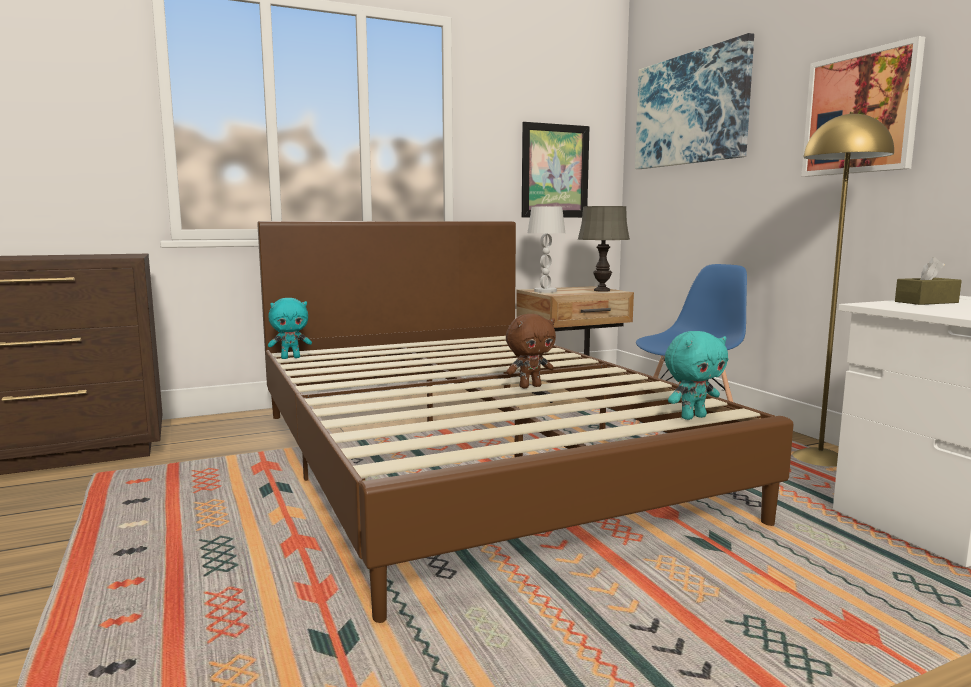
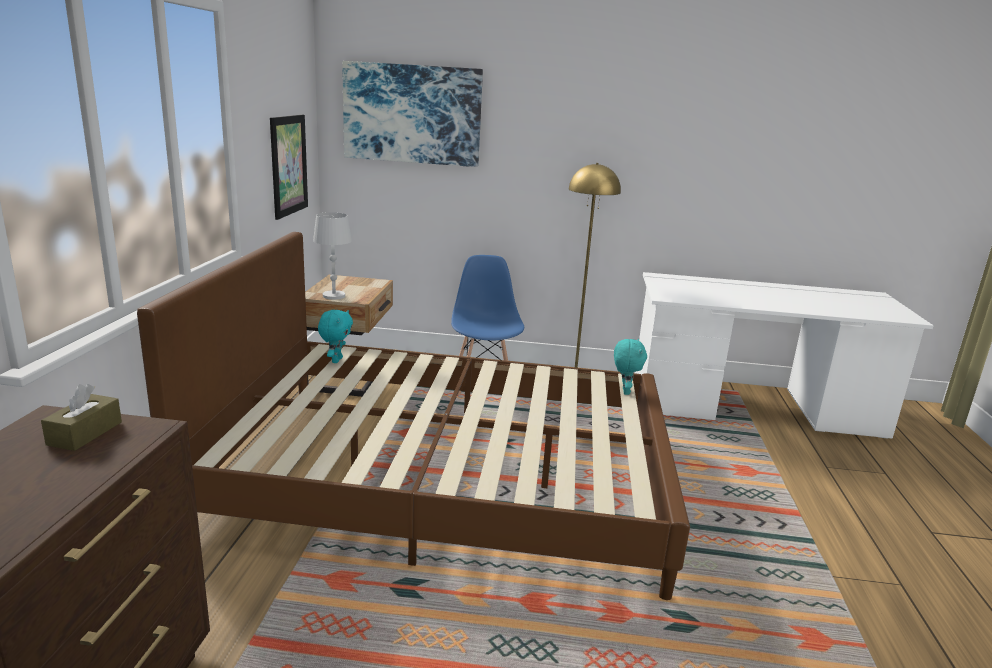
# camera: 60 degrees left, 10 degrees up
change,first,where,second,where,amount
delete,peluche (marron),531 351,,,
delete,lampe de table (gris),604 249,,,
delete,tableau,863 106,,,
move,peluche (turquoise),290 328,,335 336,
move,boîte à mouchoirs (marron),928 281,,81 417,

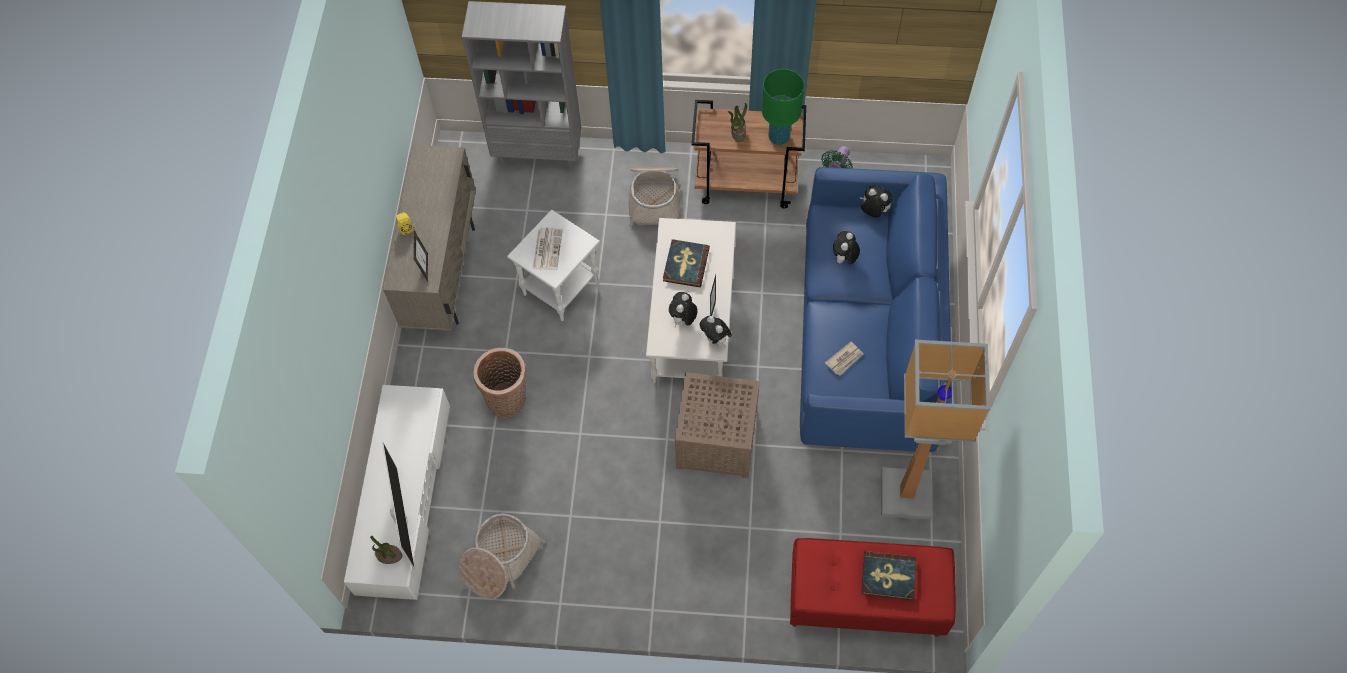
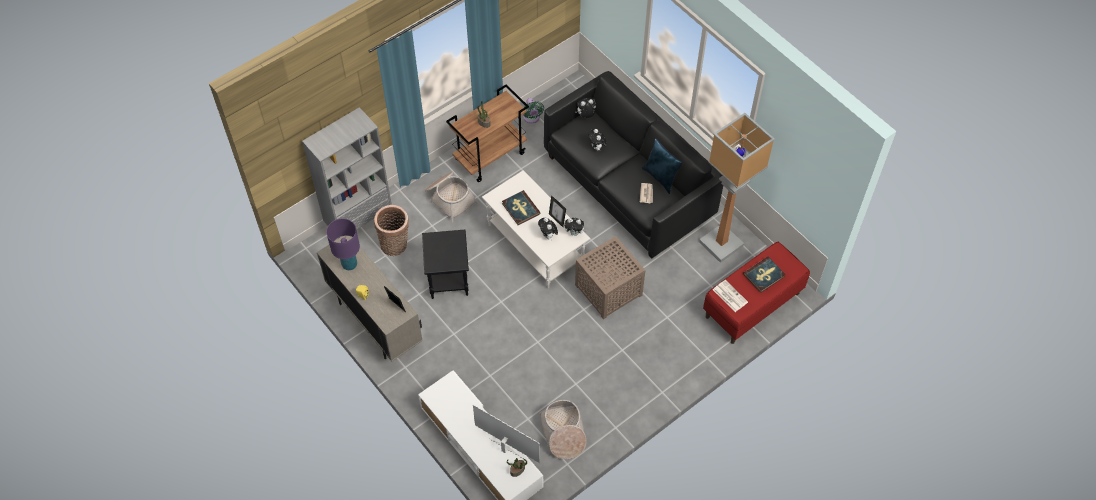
# camera: 45 degrees left, 5 degrees down
change,first,where,second,where,amount
delete,lampe de table (vert),783 107,,,
insert,,,lampe de table (violet),343 244,
insert,,,coussin (bleu),662 166,
move,panier,499 383,,391 230,
move,journal,548 249,,730 296,
recolor,table d'appoint (blanc),553 265,table d'appoint (noir),445 264,
recolor,canapé (bleu),876 309,canapé (noir),633 165,

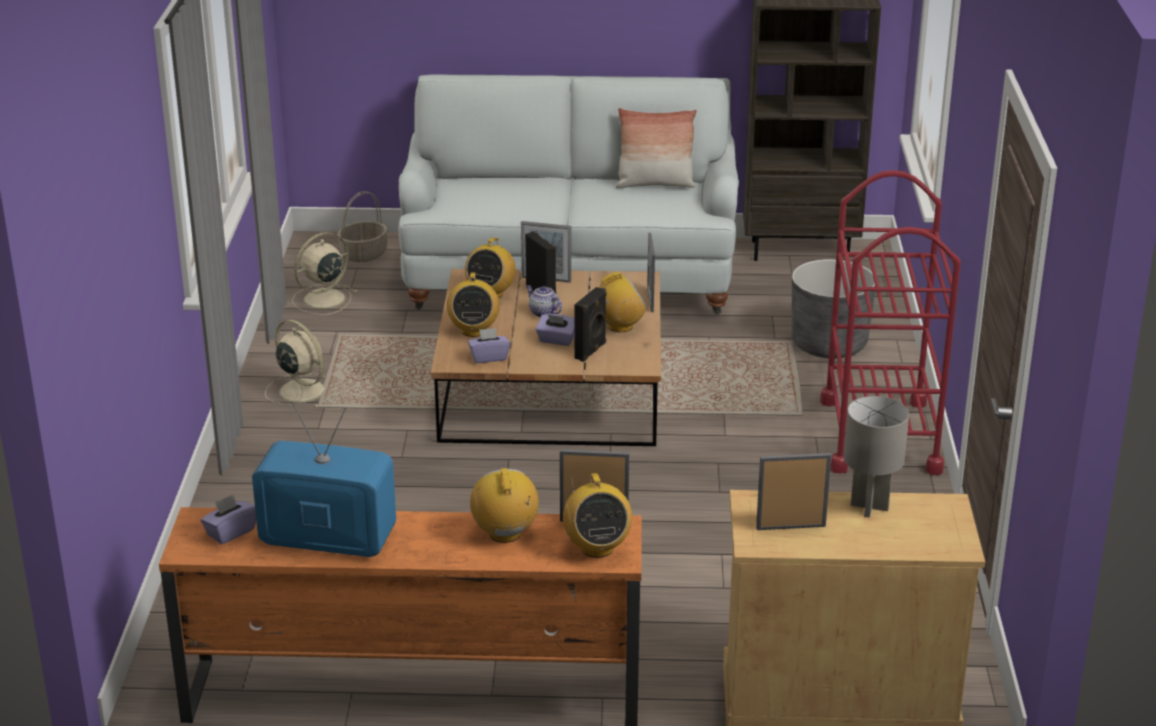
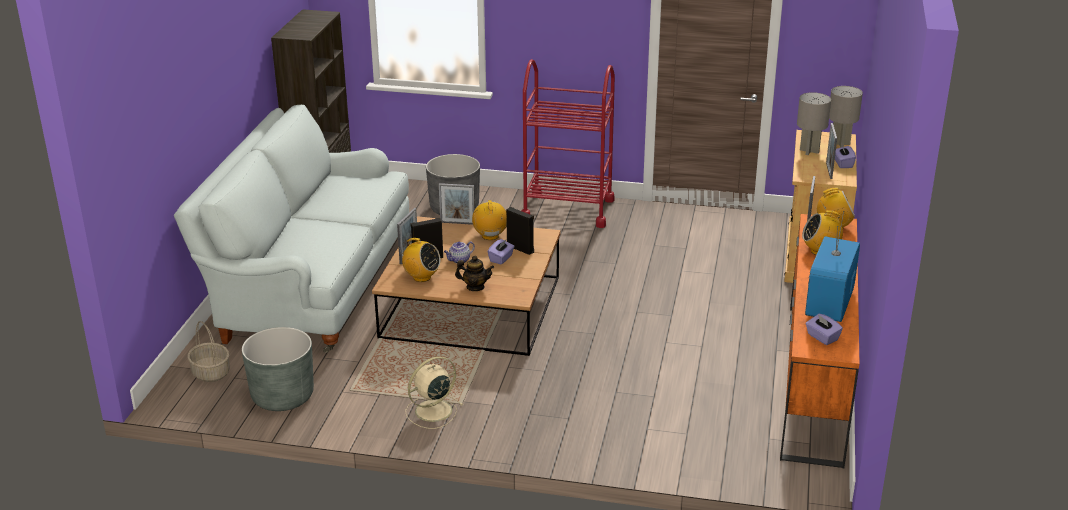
# camera: 80 degrees left, 0 degrees up
change,first,where,second,where,amount
delete,coussin,656 148,,,
insert,,,lampe de table (gris),846 117,
move,boîte à mouchoirs (violet),489 345,,845 156,
replace,ventilateur (beige),325 273,cache-pot (gris),278 369,
replace,radio,473 305,théière,474 273,

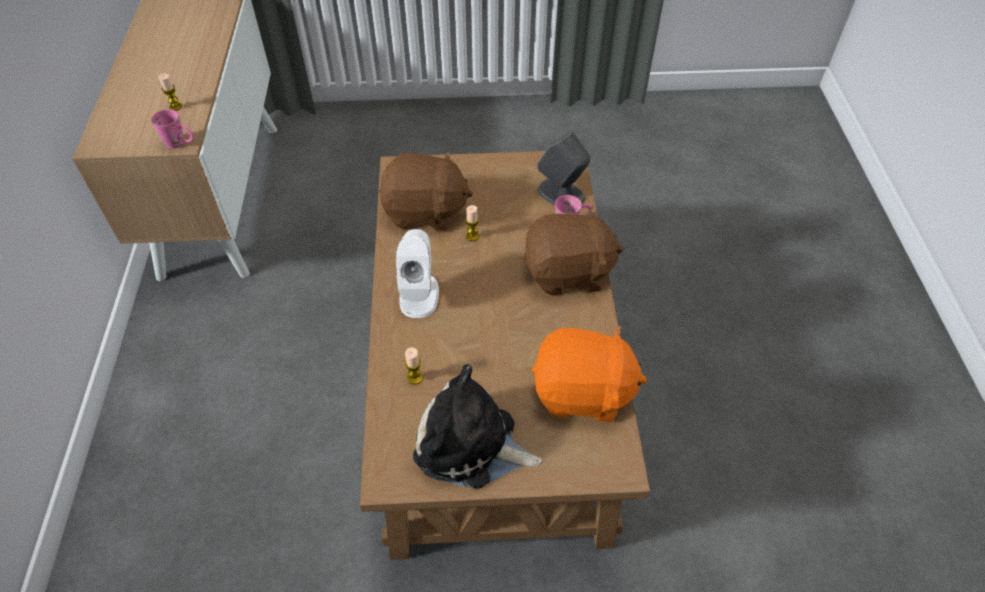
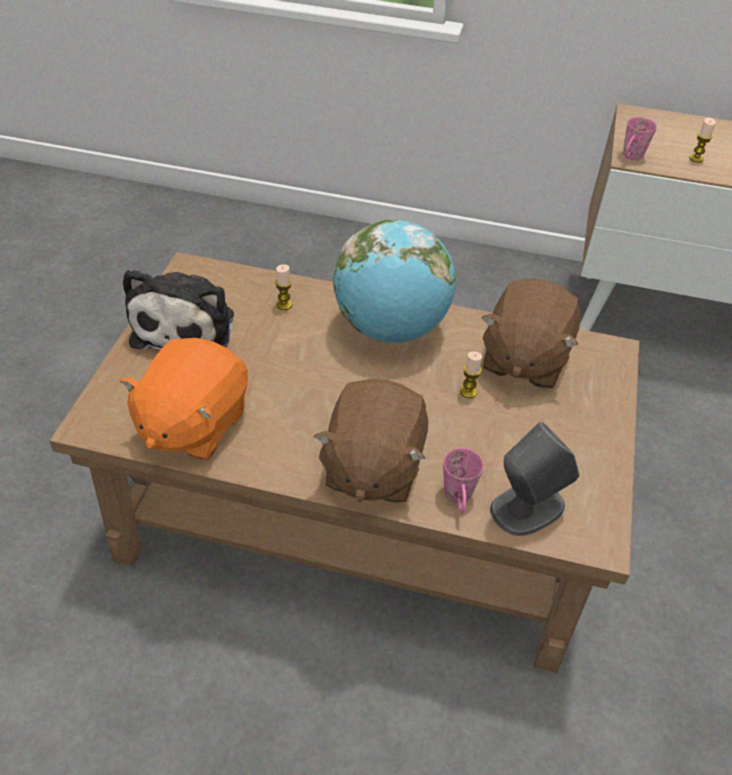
# camera: 105 degrees right, 5 degrees down
change,first,where,second,where,amount
replace,enceinte (blanc),417 273,globe,394 281,
rotate,peluche,477 426,,178 309,150 degrees clockwise

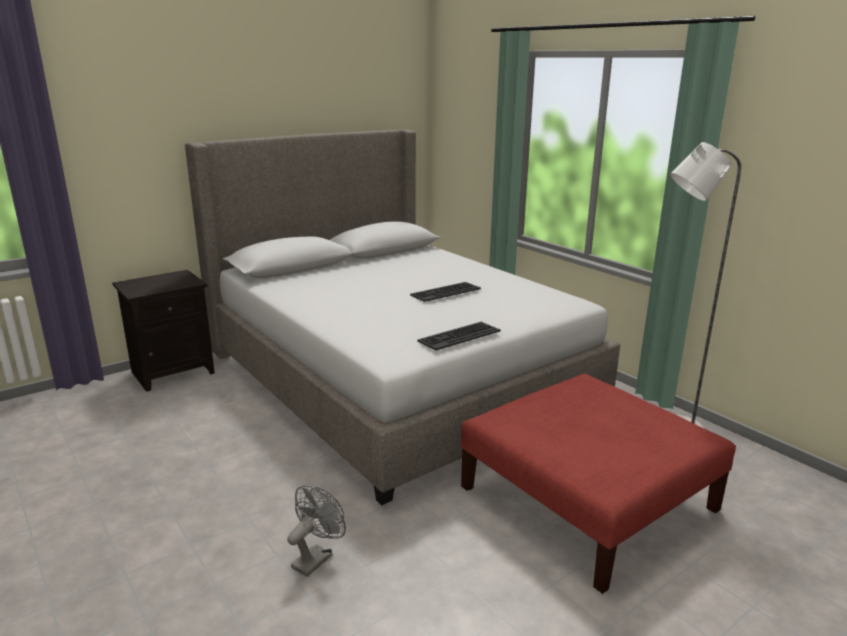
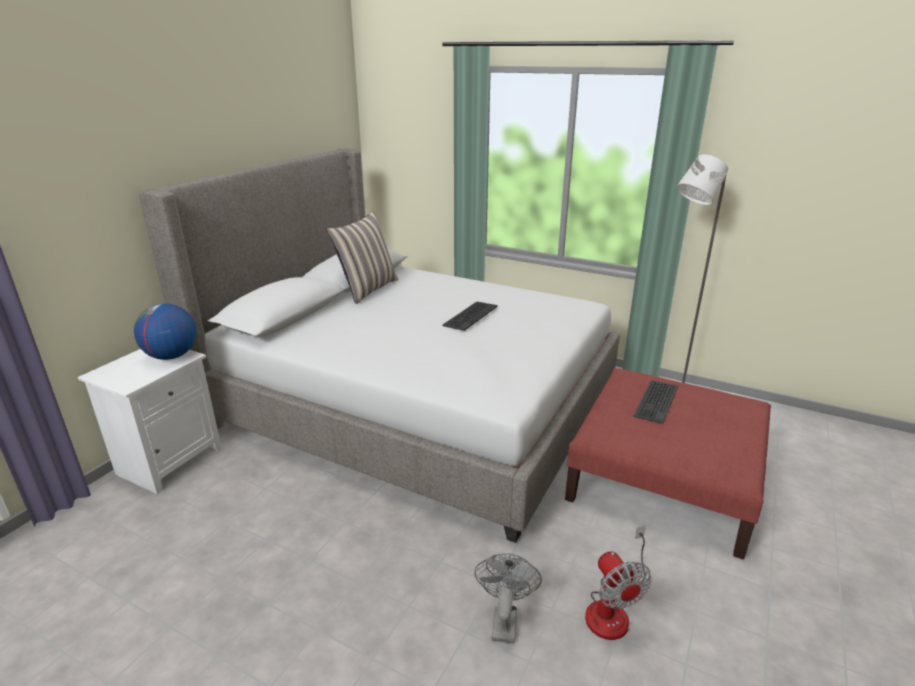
# camera: 25 degrees left, 5 degrees up
change,first,where,second,where,amount
insert,,,globe,165 331,
insert,,,coussin,362 257,
insert,,,ventilateur,618 582,
move,clavier,459 336,,655 402,
recolor,table de chevet (noir),163 331,table de chevet (blanc),150 421,

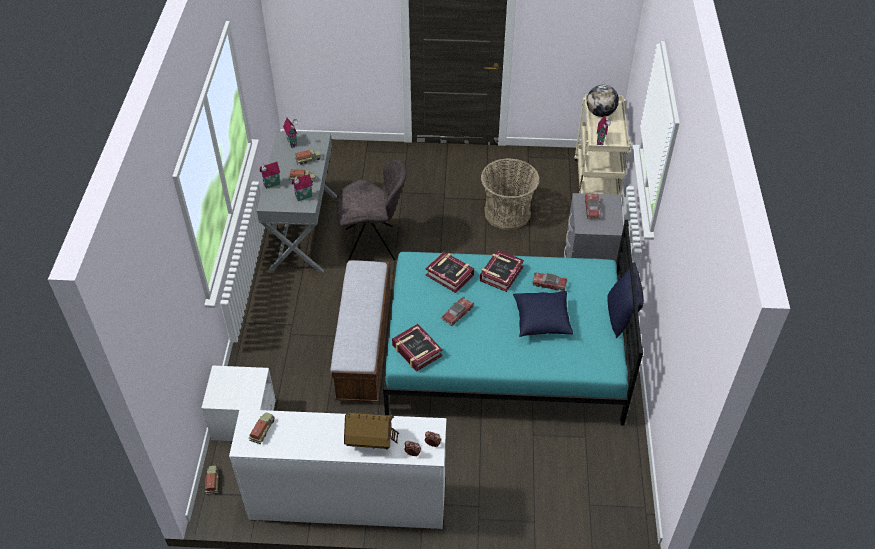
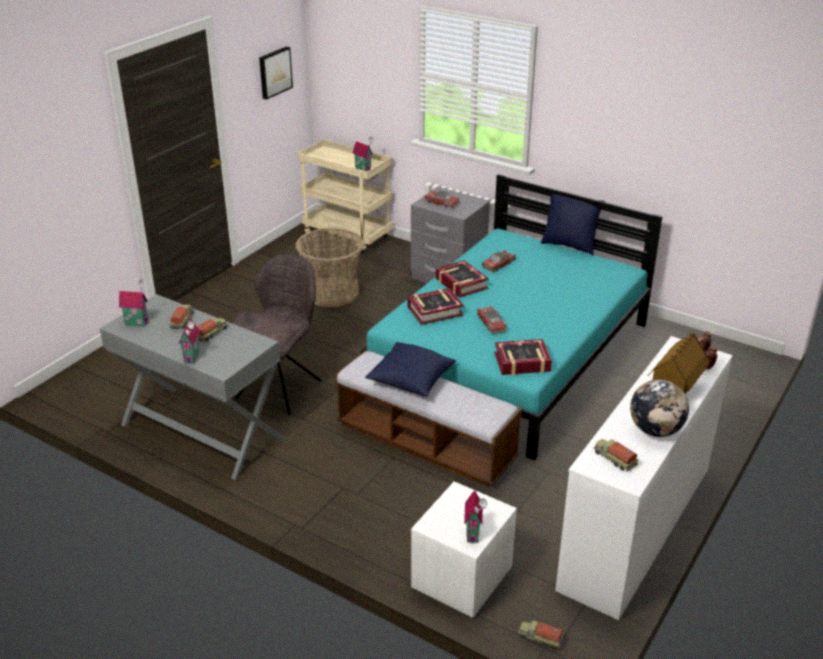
# camera: 60 degrees left, 15 degrees down
change,first,where,second,where,amount
insert,,,tableau,276 73,
move,maison miniature,302 187,,475 517,
move,coussin (bleu),543 314,,410 369,
move,globe,603 101,,659 408,

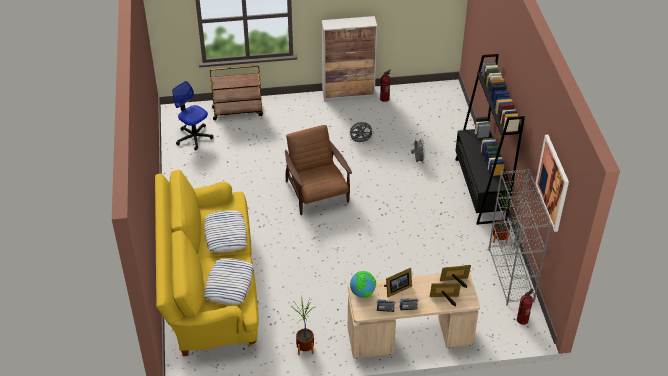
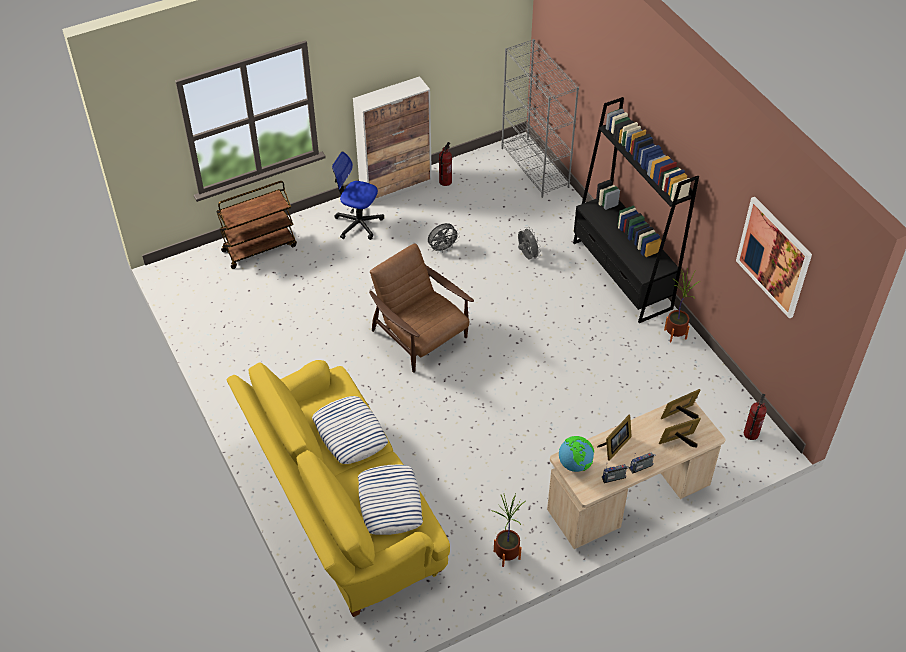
# camera: 20 degrees left, 5 degrees up
change,first,where,second,where,amount
move,chaise de bureau,193 115,,358 196,
move,bibliothèque (gris),520 237,,540 118,

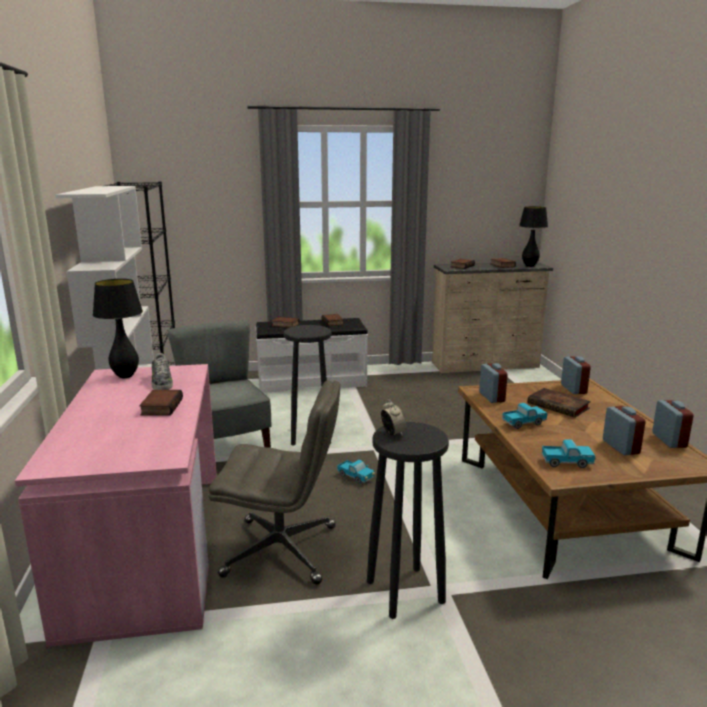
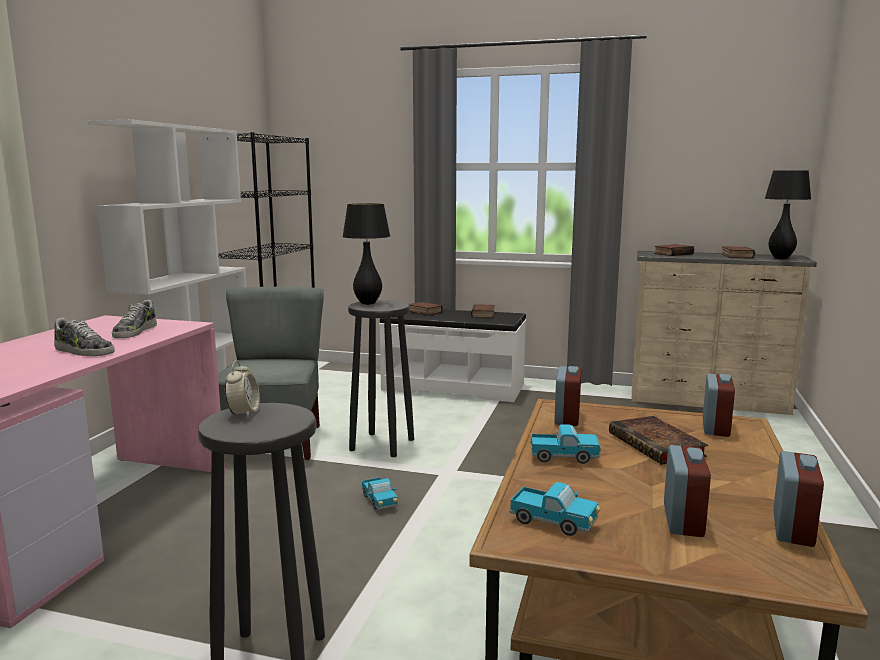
# camera: 25 degrees right, 5 degrees down
change,first,where,second,where,amount
delete,chaise de bureau (gris),274 482,,,
move,lampe de table (noir),118 328,,366 254,
replace,livre,161 403,chaussure,84 337,

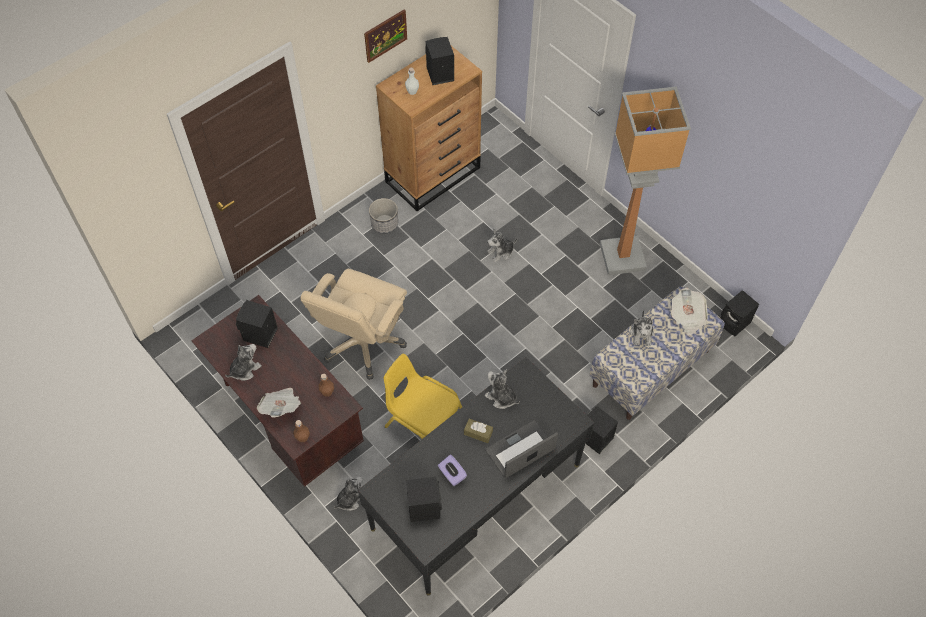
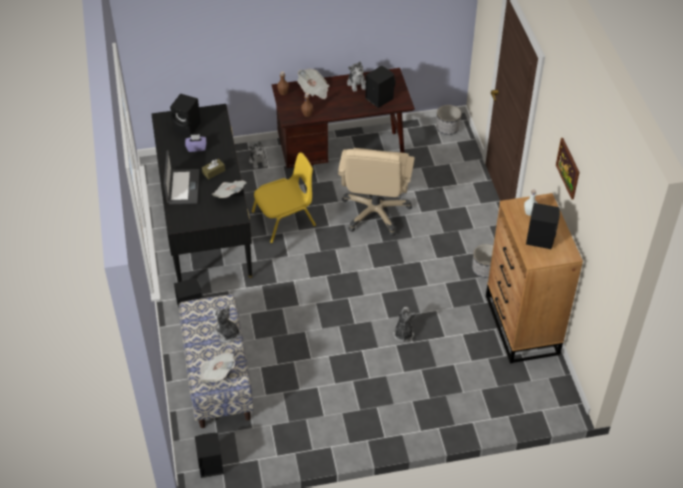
# camera: 120 degrees right, 10 degrees down
change,first,where,second,where,amount
delete,lampadaire,645 181,,,
insert,,,cache-pot,448 120,
replace,peluche,502 389,journal,229 189,
rotate,chaise de bureau (beige),353 324,,376 192,135 degrees counterclockwise

